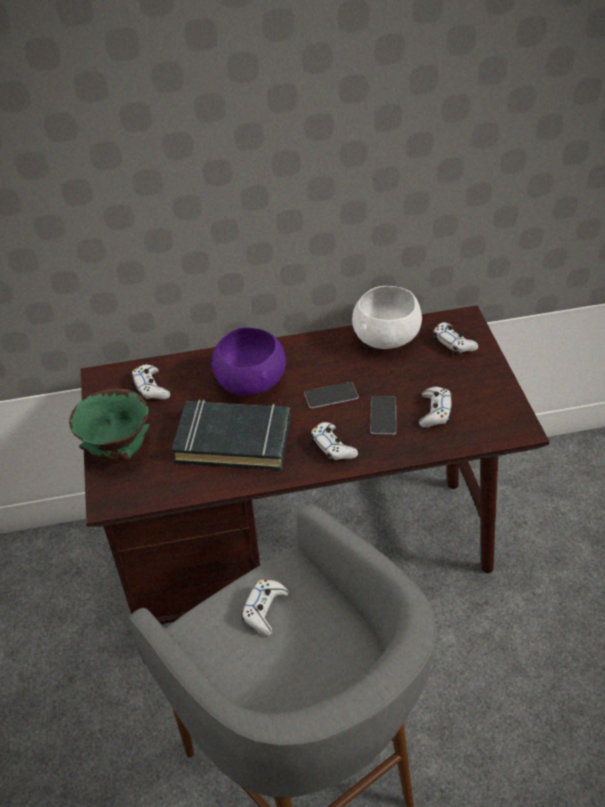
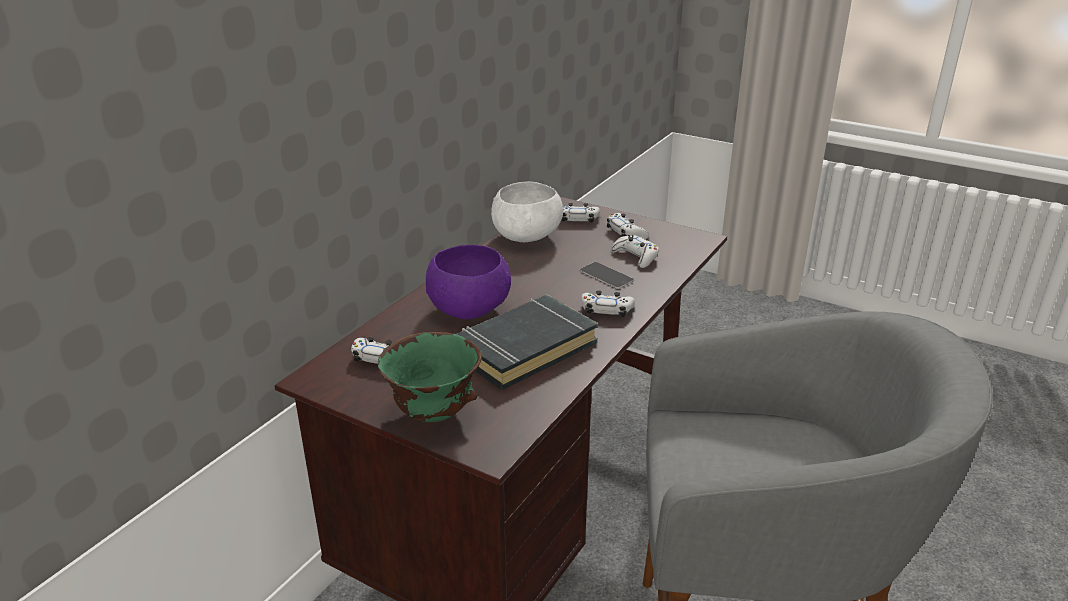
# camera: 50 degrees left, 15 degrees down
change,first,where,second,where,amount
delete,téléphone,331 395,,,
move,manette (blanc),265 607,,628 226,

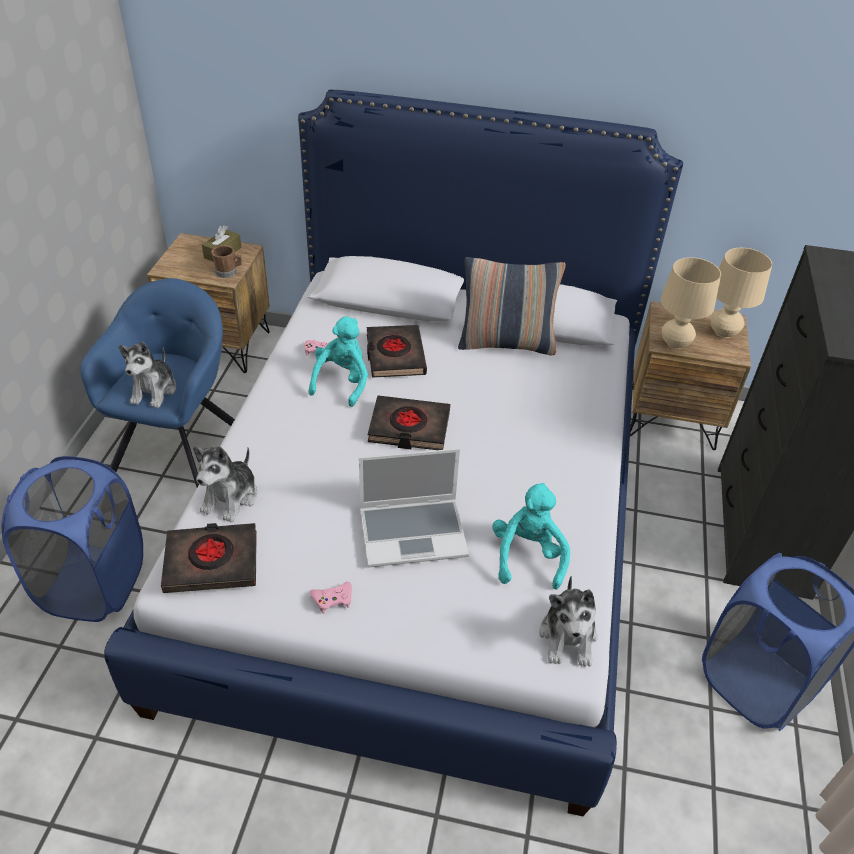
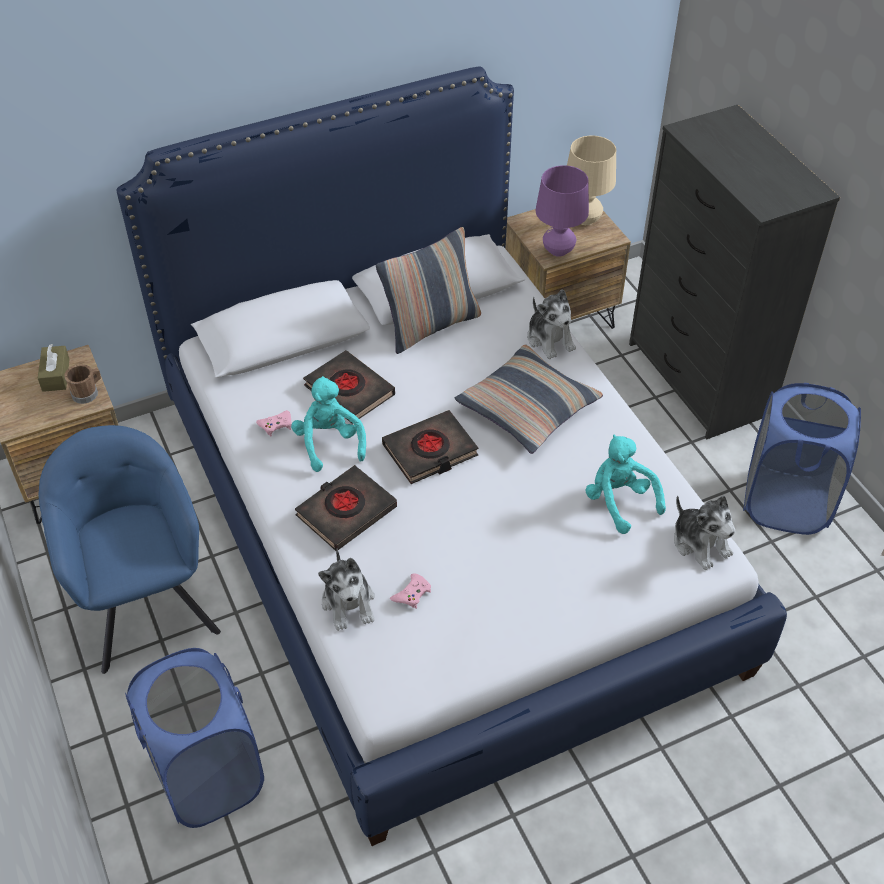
# camera: 35 degrees left, 5 degrees up
change,first,where,second,where,amount
delete,ordinateur portable,414 507,,,
insert,,,coussin,529 399,
move,peluche,147 374,,551 324,
move,livre (noir),209 558,,346 508,
move,manette (rose),331 598,,410 591,
recolor,lampe de table (beige),690 303,lampe de table (violet),562 211,

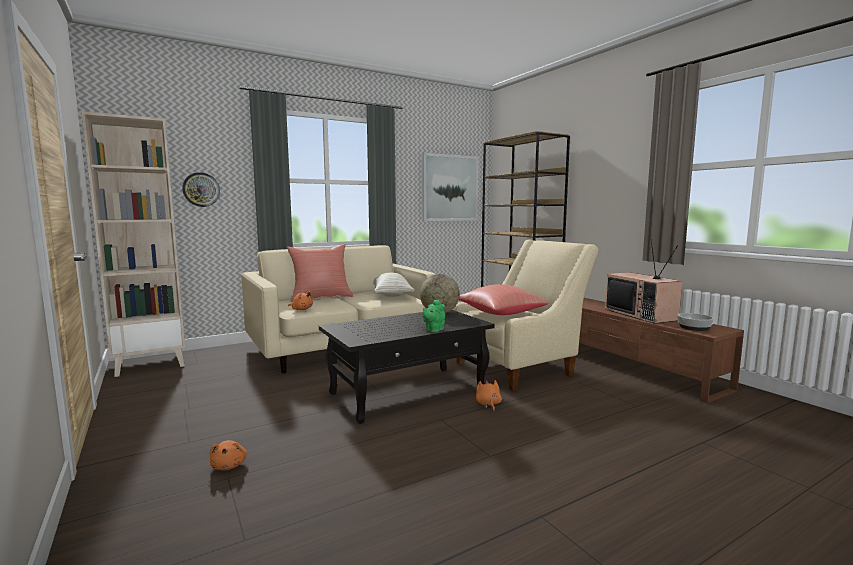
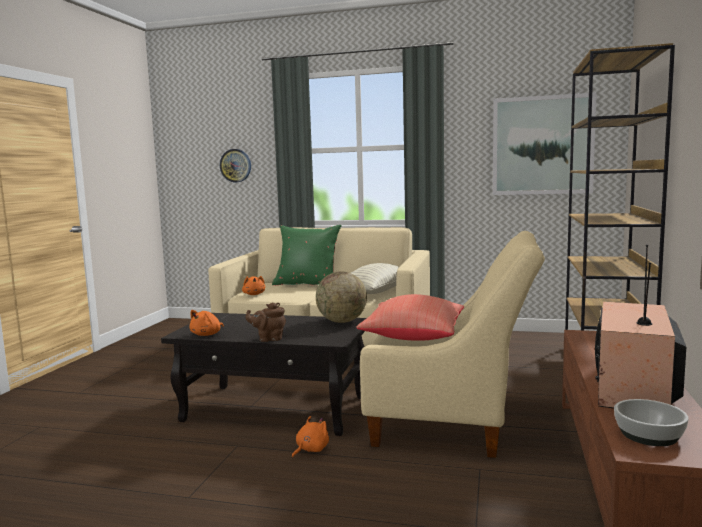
# camera: 45 degrees right, 0 degrees up
change,first,where,second,where,amount
delete,bibliothèque (beige),133 244,,,
move,peluche (orange),228 455,,206 323,
recolor,coussin (rouge),320 273,coussin (vert),307 255,
recolor,théière (vert),434 315,théière (marron),265 322,

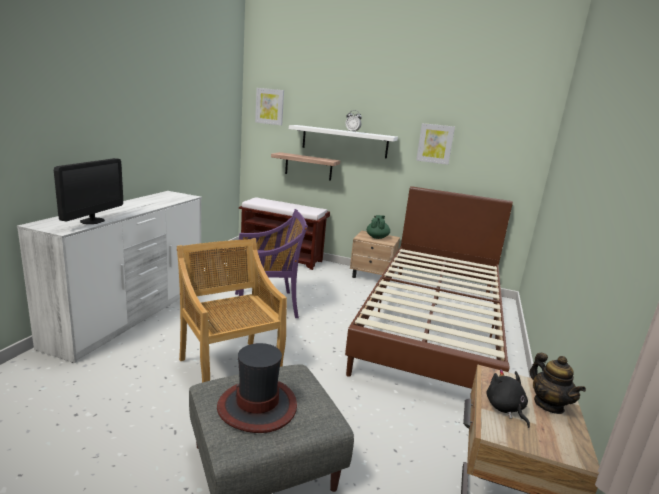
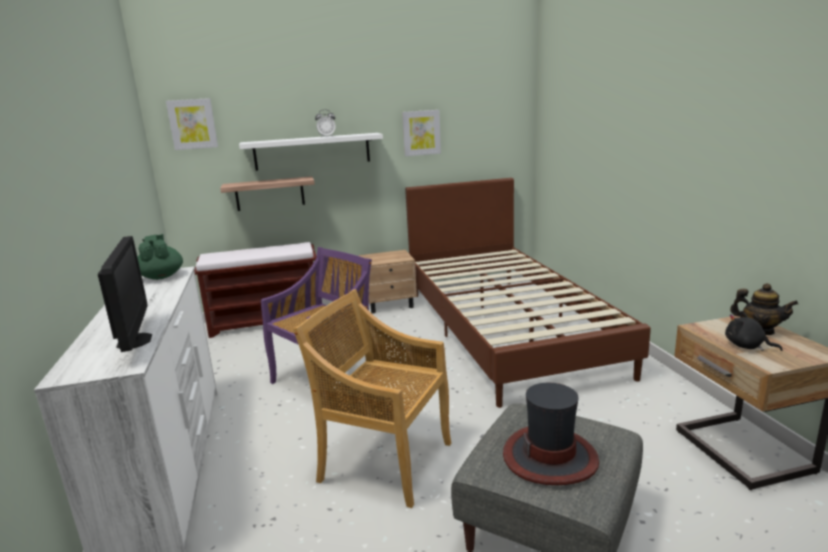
# camera: 30 degrees left, 0 degrees up
change,first,where,second,where,amount
move,théière (vert),378 227,,160 257,

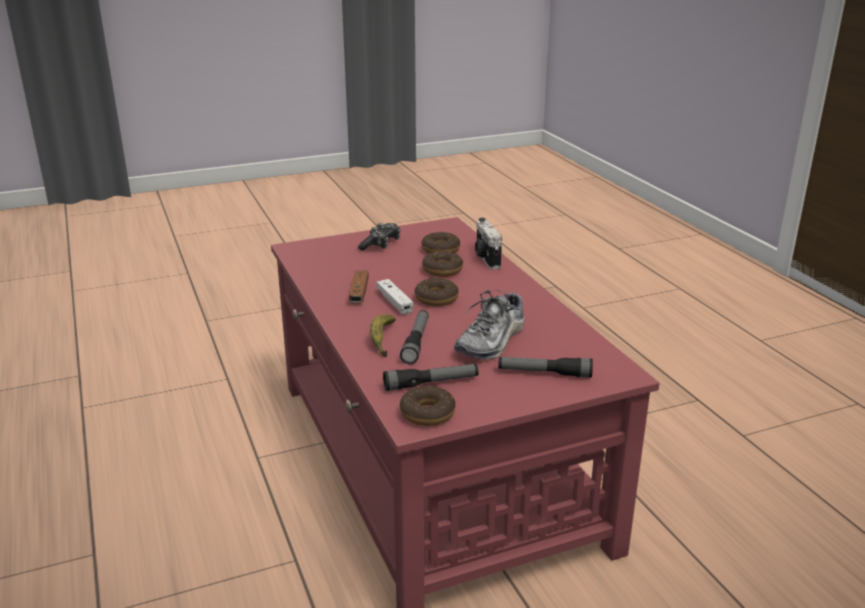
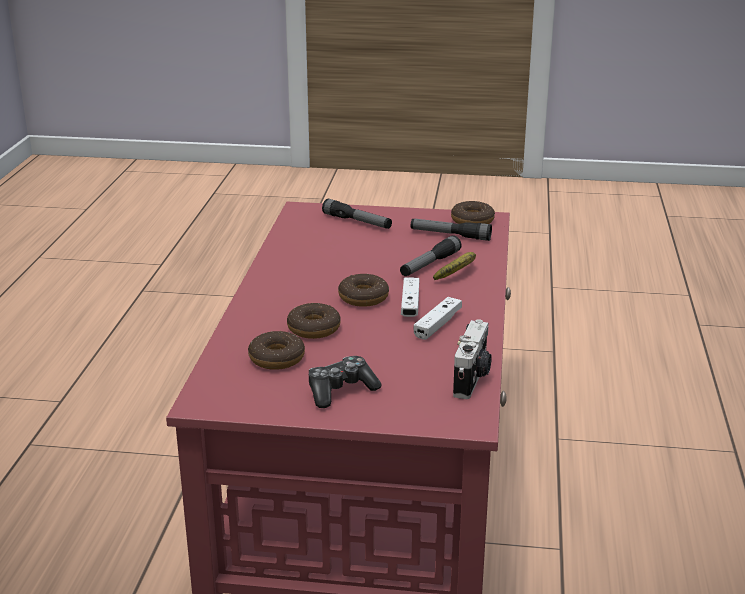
# camera: 150 degrees left, 0 degrees up
change,first,where,second,where,amount
delete,chaussure,489 324,,,
move,appareil photo,488 243,,472 359,
recolor,manette (marron),359 286,manette (blanc),438 318,

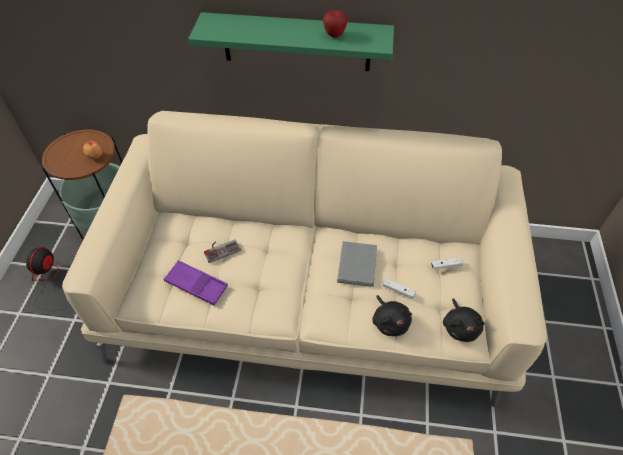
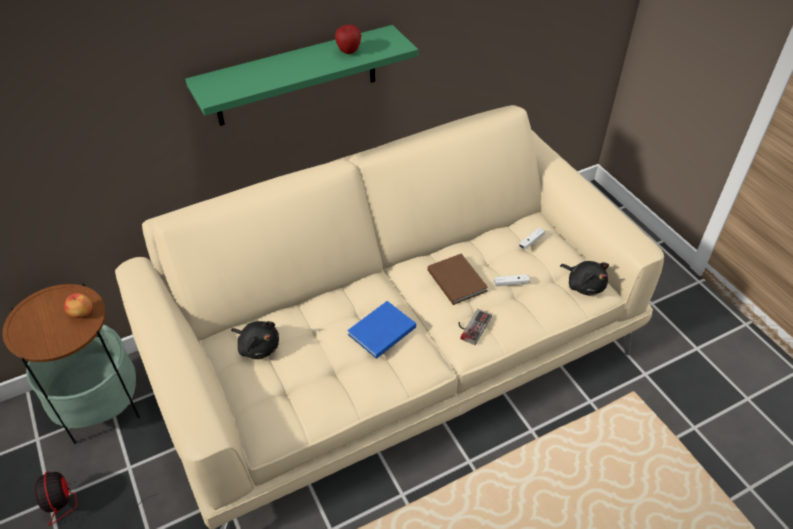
# camera: 35 degrees left, 5 degrees down
change,first,where,second,where,amount
delete,plateau (violet),196 282,,,
insert,,,livre (bleu),381 330,
move,manette,222 251,,475 327,
move,peluche (noir),392 315,,255 340,
recolor,livre (gris),357 264,livre (marron),458 279,

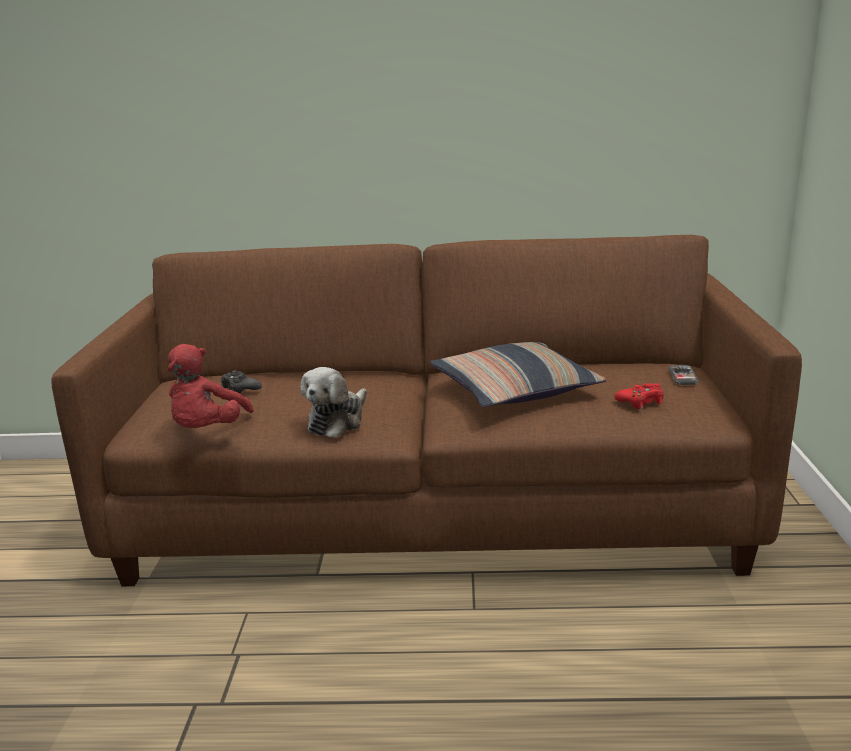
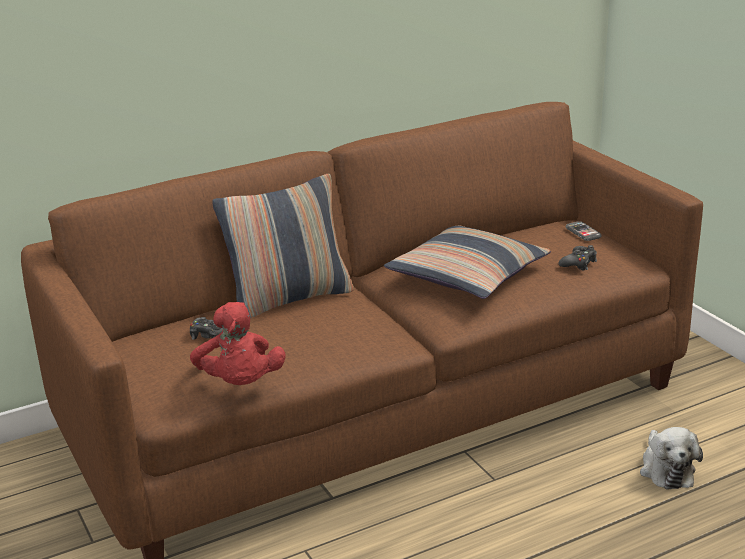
# camera: 30 degrees left, 5 degrees up
change,first,where,second,where,amount
insert,,,coussin,283 246,
move,peluche,333 402,,671 458,
recolor,manette (rouge),639 396,manette (noir),577 258,

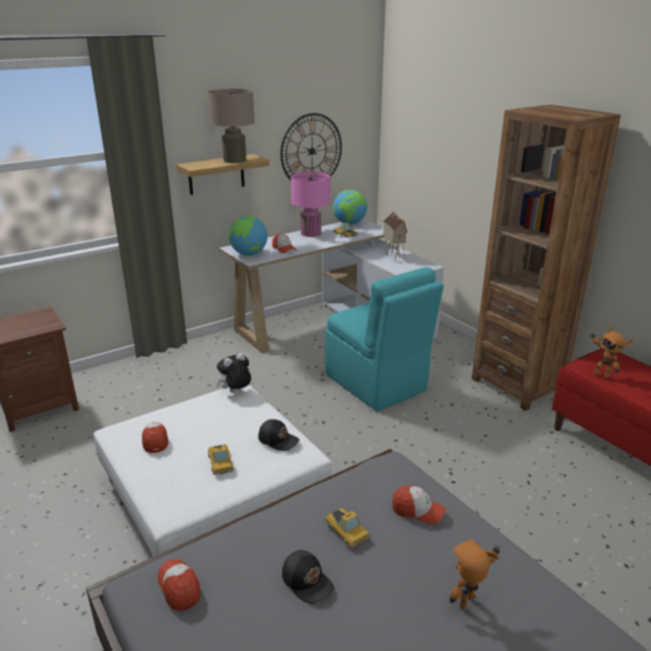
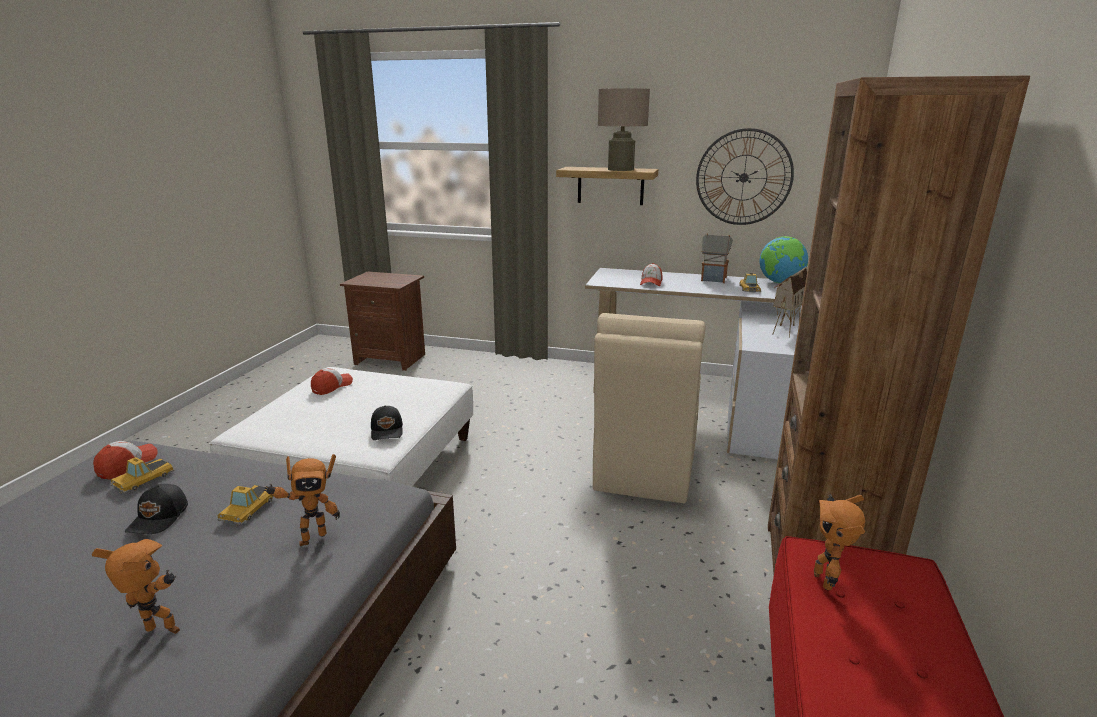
# camera: 50 degrees right, 5 degrees down
change,first,where,second,where,amount
delete,peluche,234 372,,,
delete,globe,248 236,,,
move,petite voiture,221 459,,143 475,
replace,lampe de table (rose),310 204,maison miniature,717 258,
replace,casquette,418 505,robot jouet,302 500,
recolor,chaise (turquoise),384 339,chaise (beige),649 408,

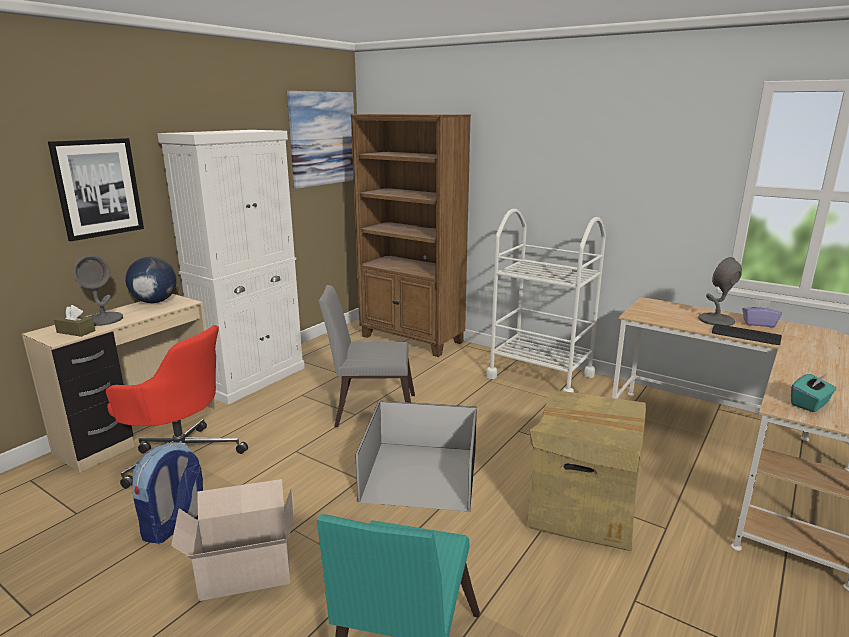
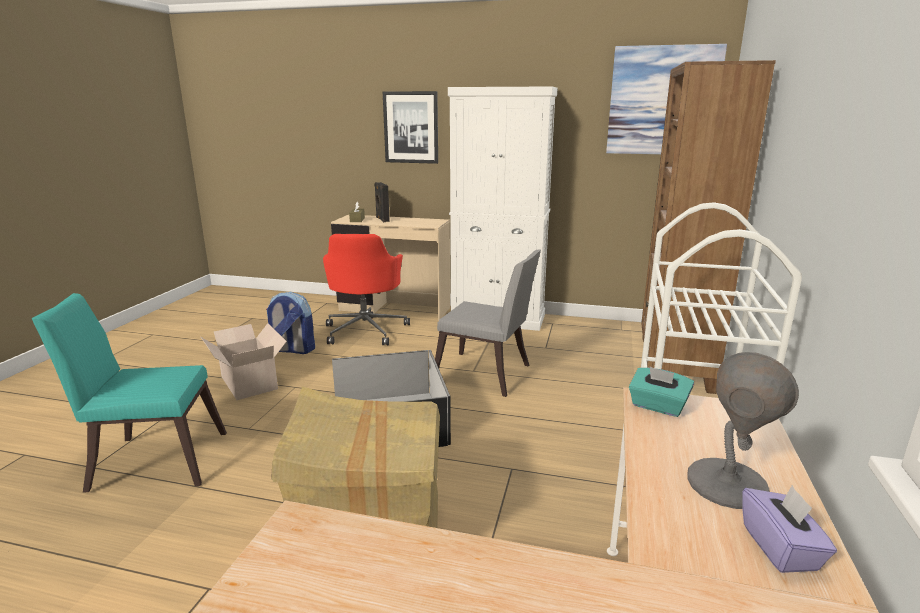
# camera: 70 degrees right, 0 degrees up
change,first,where,second,where,amount
delete,globe,151 280,,,
delete,clavier,747 334,,,
move,boîte à mouchoirs (turquoise),814 393,,661 391,
replace,lampe de table (gris),98 290,enceinte (noir),382 202,
rotate,chaise (gris),367 356,,488 323,135 degrees clockwise

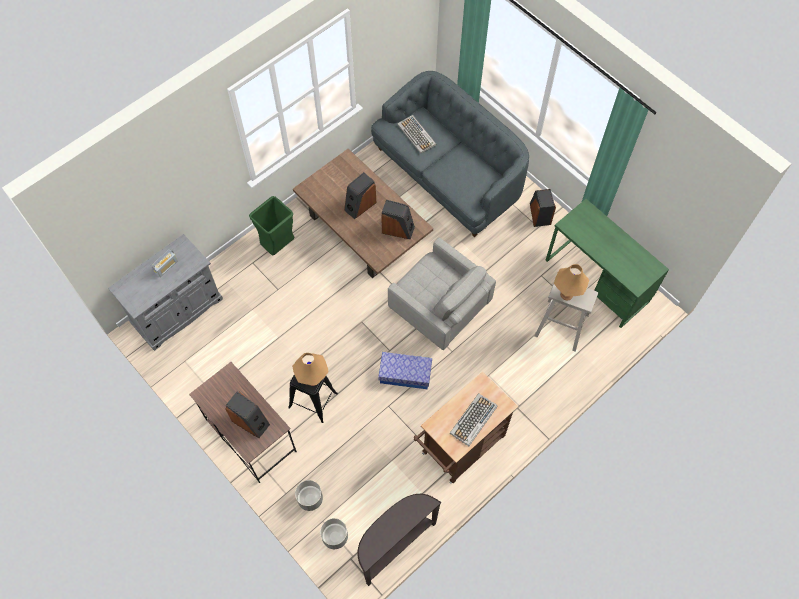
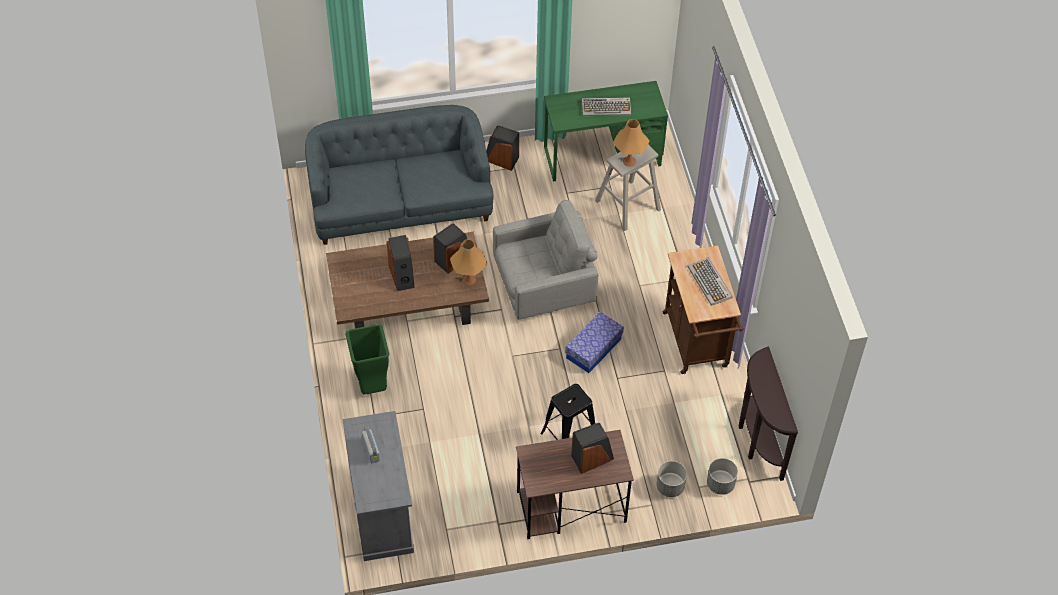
# camera: 60 degrees left, 10 degrees down
change,first,where,second,where,amount
move,lampe de table (orange),310 369,,468 262,
move,clavier,416 134,,606 106,

